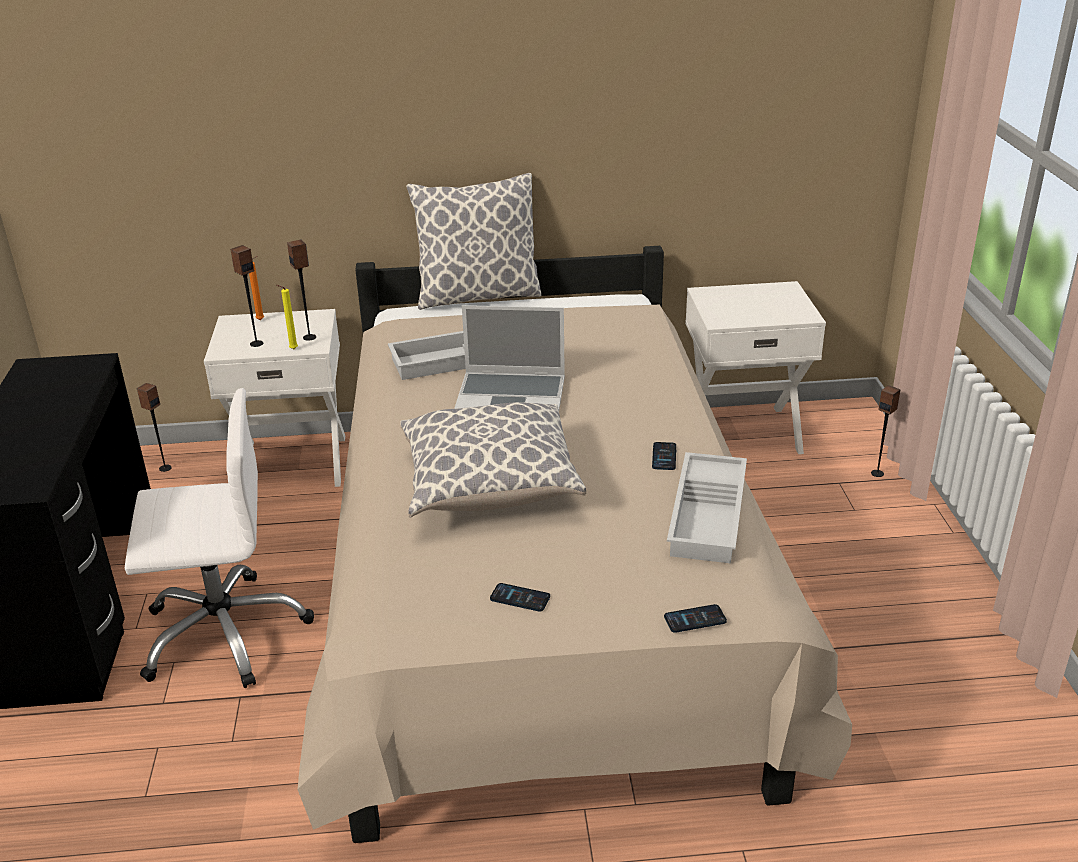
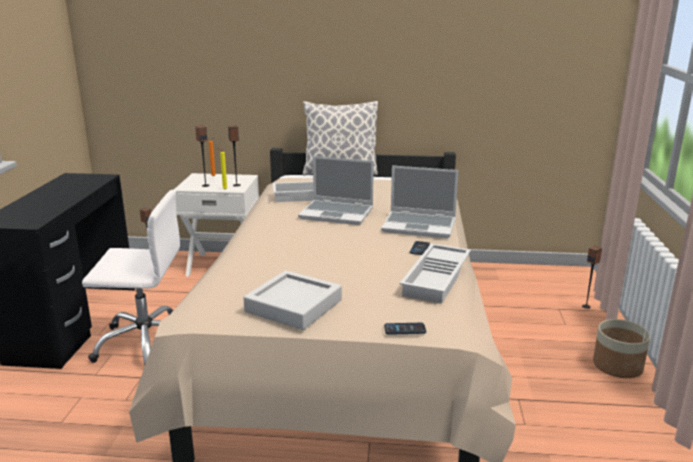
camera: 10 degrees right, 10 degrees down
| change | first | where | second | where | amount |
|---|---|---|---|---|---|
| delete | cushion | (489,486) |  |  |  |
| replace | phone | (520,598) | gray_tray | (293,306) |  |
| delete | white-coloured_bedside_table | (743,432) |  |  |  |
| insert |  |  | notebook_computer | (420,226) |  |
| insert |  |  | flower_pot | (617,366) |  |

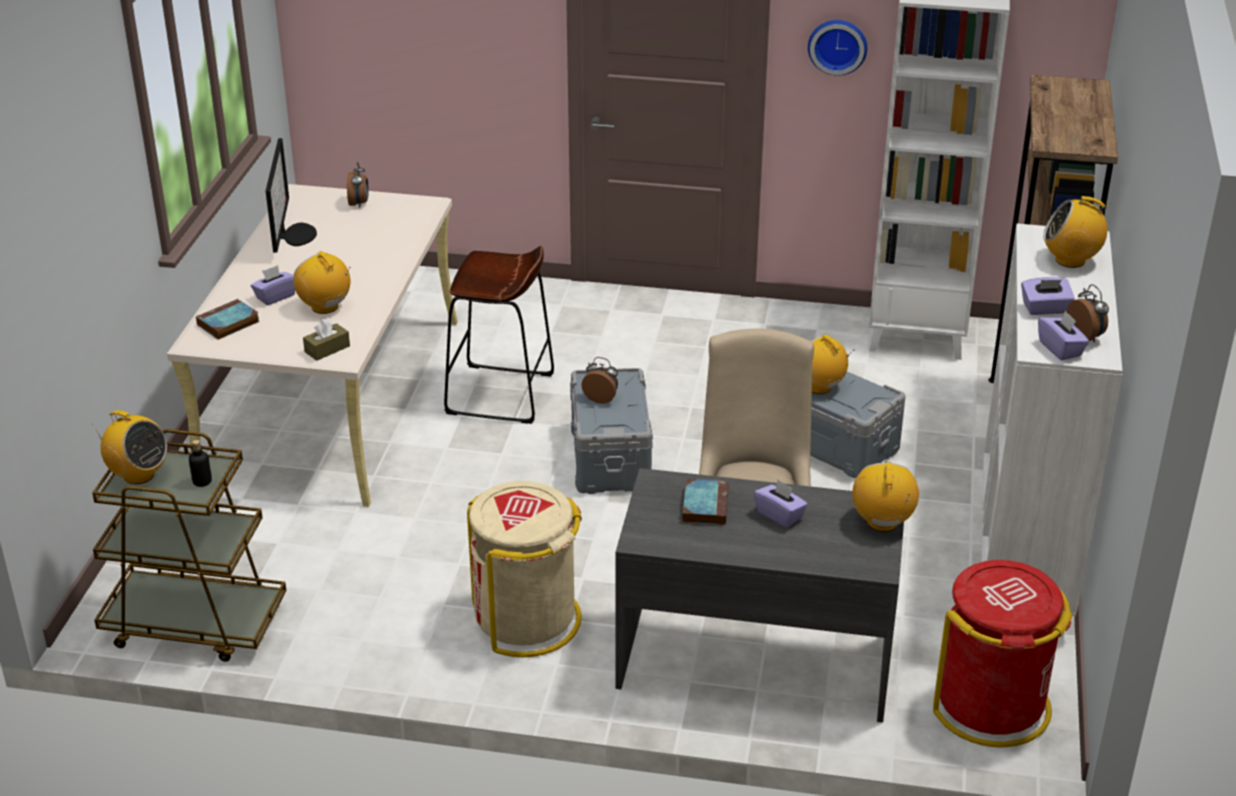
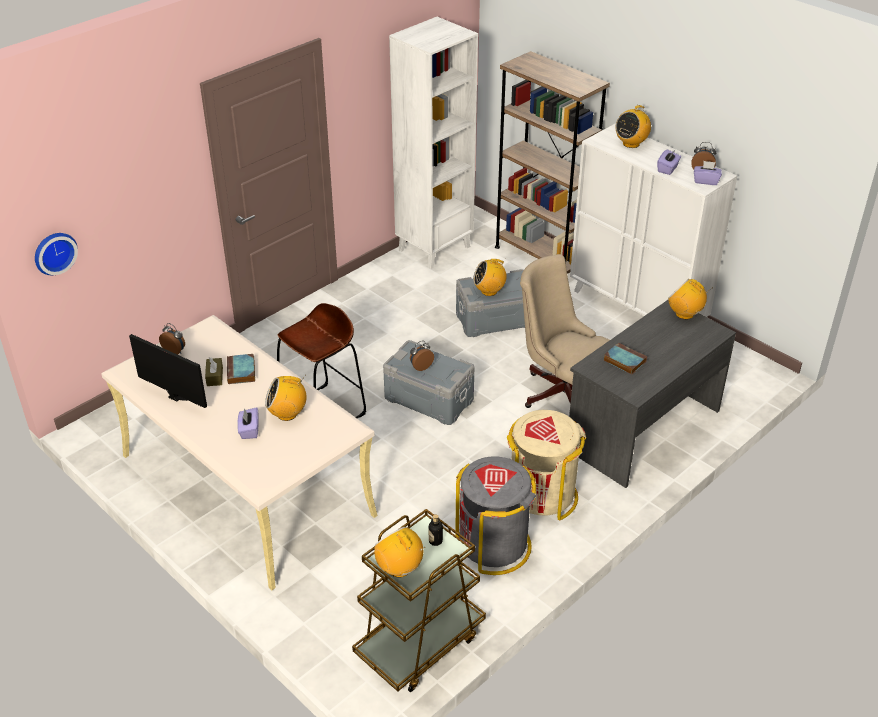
camera: 55 degrees left, 5 degrees up
| change | first | where | second | where | amount |
|---|---|---|---|---|---|
| rotate | radio_set | (138,475) |  | (399,568) | 105 degrees counterclockwise |
| move | bound_book | (227,324) |  | (241,372) |  |
| move | brown-coloured_box_of_tissues | (327,349) |  | (214,376) |  |
| delete | purple-coloured_box_of_tissues | (780,515) |  |  |  |
| move | clock_on_the_wall | (837,45) |  | (54,252) |  |
| delete | red-coloured_rubbish_bin | (992,706) |  |  |  |
| insert |  |  | gray_rubbish_bin | (494,545) |  |

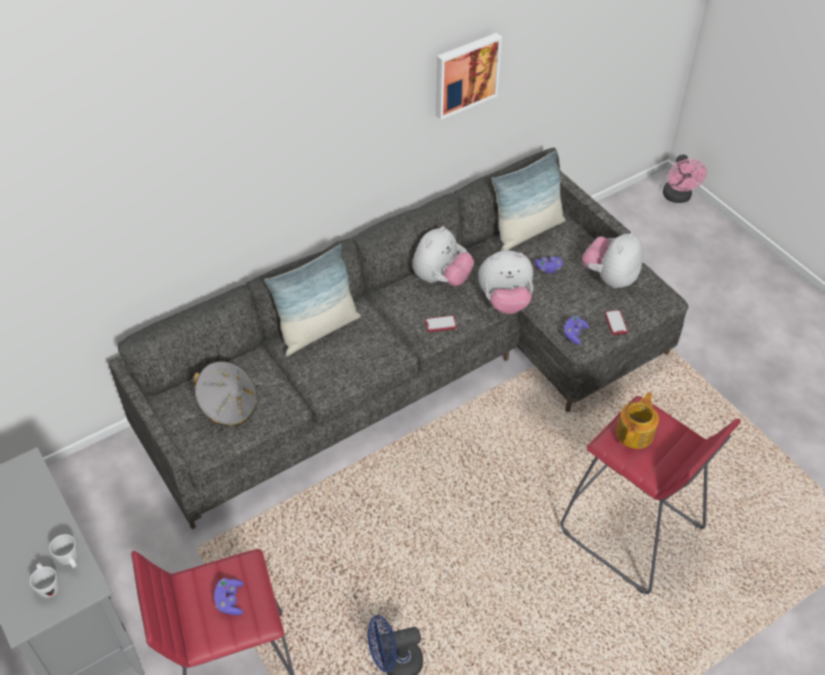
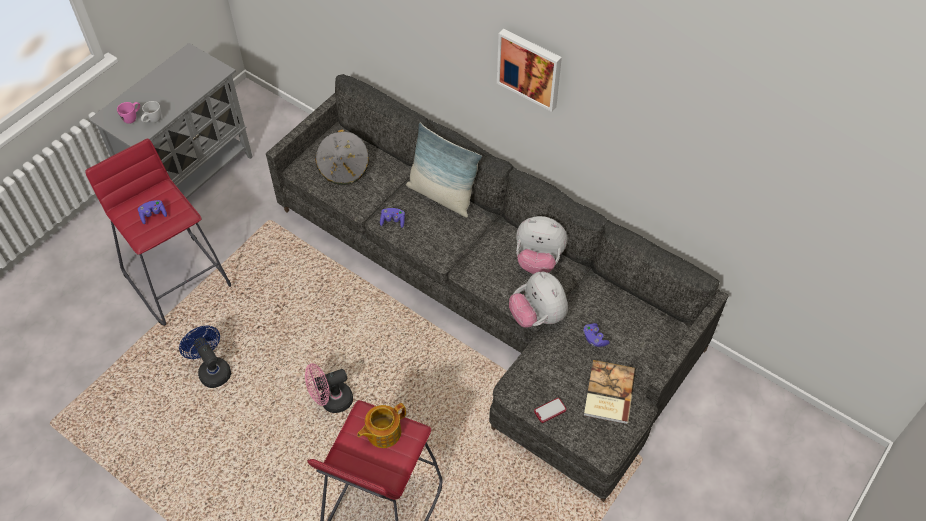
camera: 70 degrees right, 5 degrees up
| change | first | where | second | where | amount |
|---|---|---|---|---|---|
| recolor | white-coloured_tea_mug | (48,586) | pinkish_tea_mug | (132,118) |  |
| delete | phone | (440,324) |  |  |  |
| move | wall_art | (465,74) |  | (530,68) |  |
| delete | cushion | (527,231) |  |  |  |
| move | purple-coloured_gamepad | (574,334) |  | (393,221) |  |
| replace | soft_toy | (610,278) | bound_book | (608,393) |  |
| rotate | pot_for_tea | (635,432) |  | (382,432) | 135 degrees clockwise |
| move | pinkish_fan | (678,197) |  | (331,401) |  |

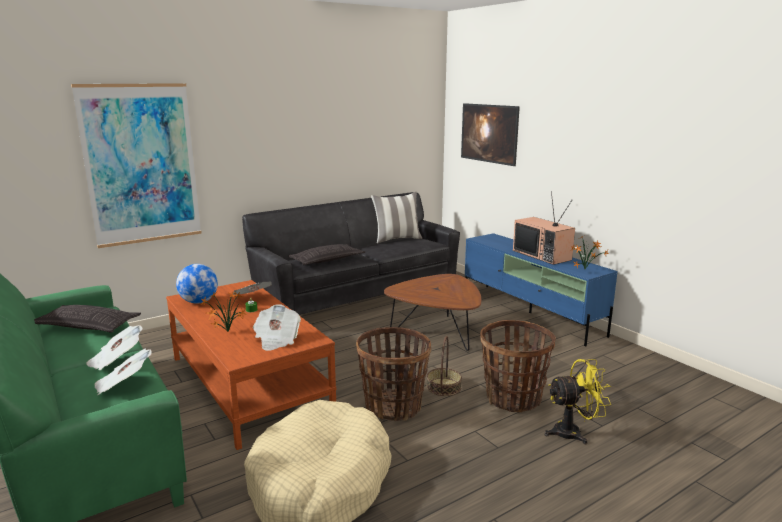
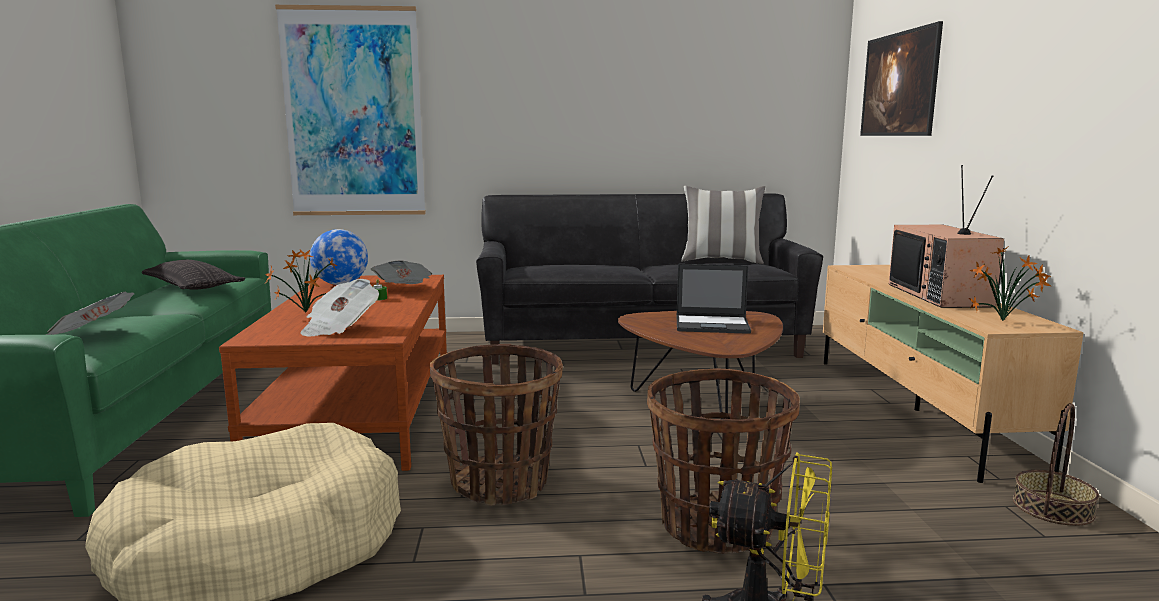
camera: 30 degrees right, 5 degrees down
| change | first | where | second | where | amount |
|---|---|---|---|---|---|
| delete | newspaper | (116,360) |  |  |  |
| delete | cushion | (327,260) |  |  |  |
| move | household_basket | (443,387) |  | (1052,507) |  |
| recolor | bluish_media_console | (530,313) | beige-coloured_media_console | (917,410) |  |
| insert |  |  | notebook_computer | (713,325) |  |

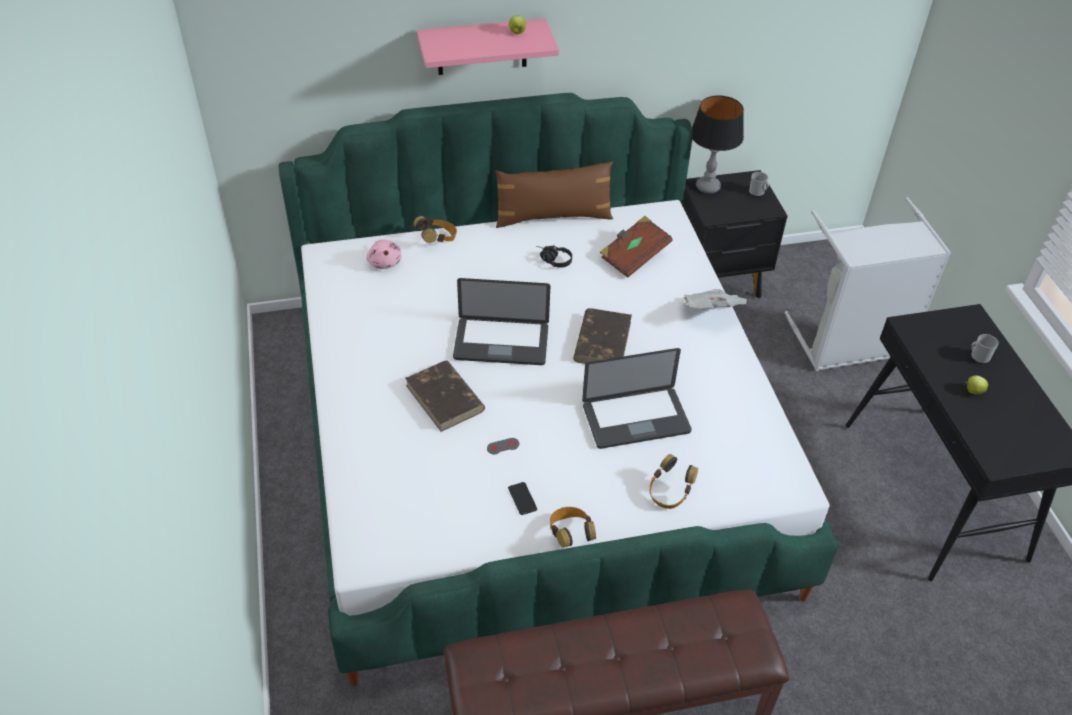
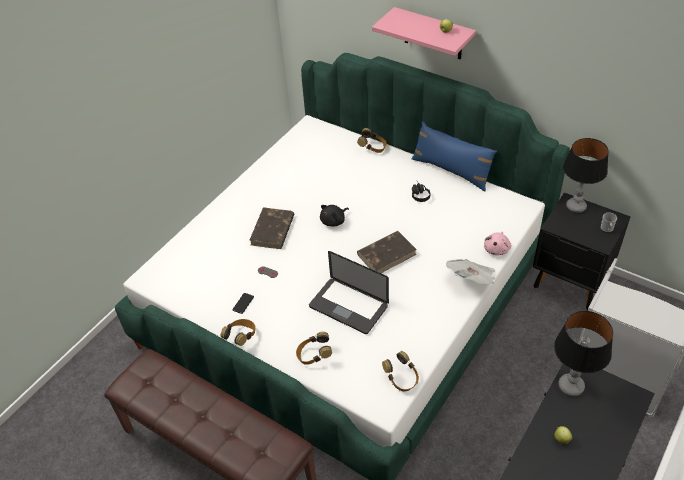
camera: 50 degrees right, 0 degrees up
| change | first | where | second | where | amount |
|---|---|---|---|---|---|
| move | pinkish_soft_toy | (384,262) |  | (497,249) |  |
| replace | notebook_computer | (501,343) | black_soft_toy | (334,221) |  |
| recolor | brown-coloured_cushion | (553,217) | bluish_cushion | (451,171) |  |
| delete | brown-coloured_bound_book | (634,256) |  |  |  |
| delete | tea_mug | (978,357) |  |  |  |
| insert |  |  | headset | (402,379) |  |
| insert |  |  | lamp_for_a_table | (571,386) |  |

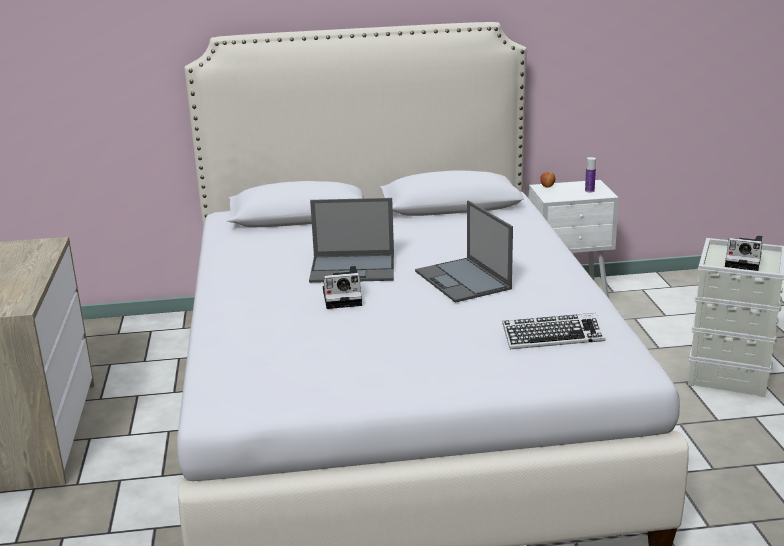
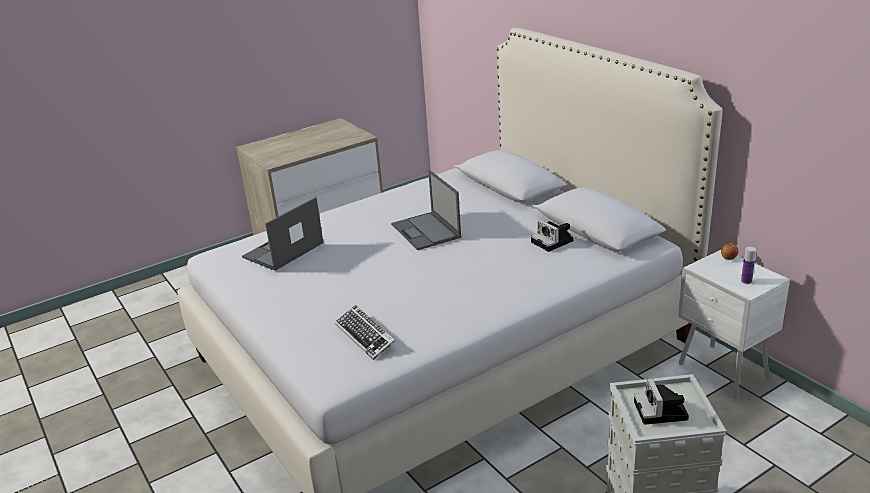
camera: 65 degrees right, 5 degrees up
| change | first | where | second | where | amount |
|---|---|---|---|---|---|
| move | still_camera | (344,297) |  | (553,242) |  |
| move | notebook_computer | (463,280) |  | (283,251) |  |

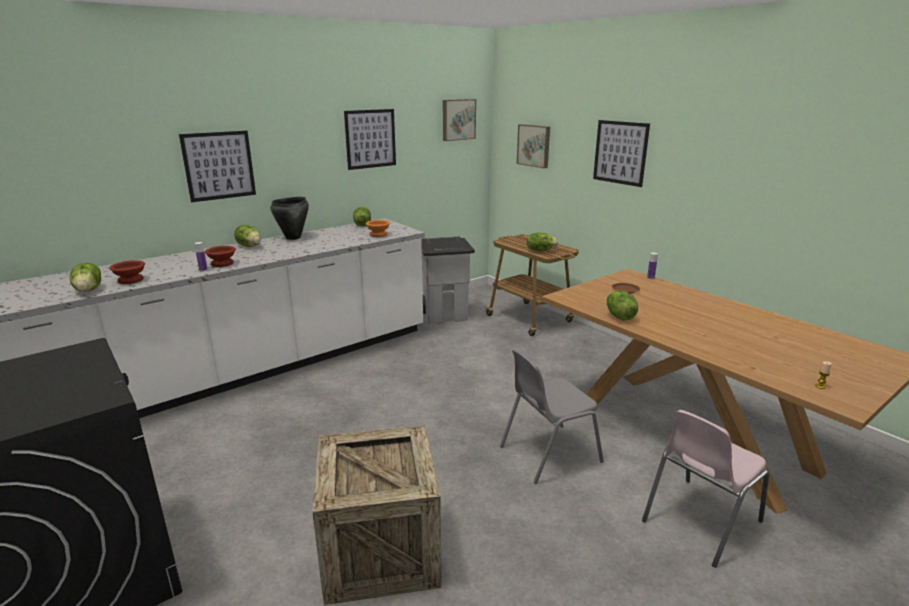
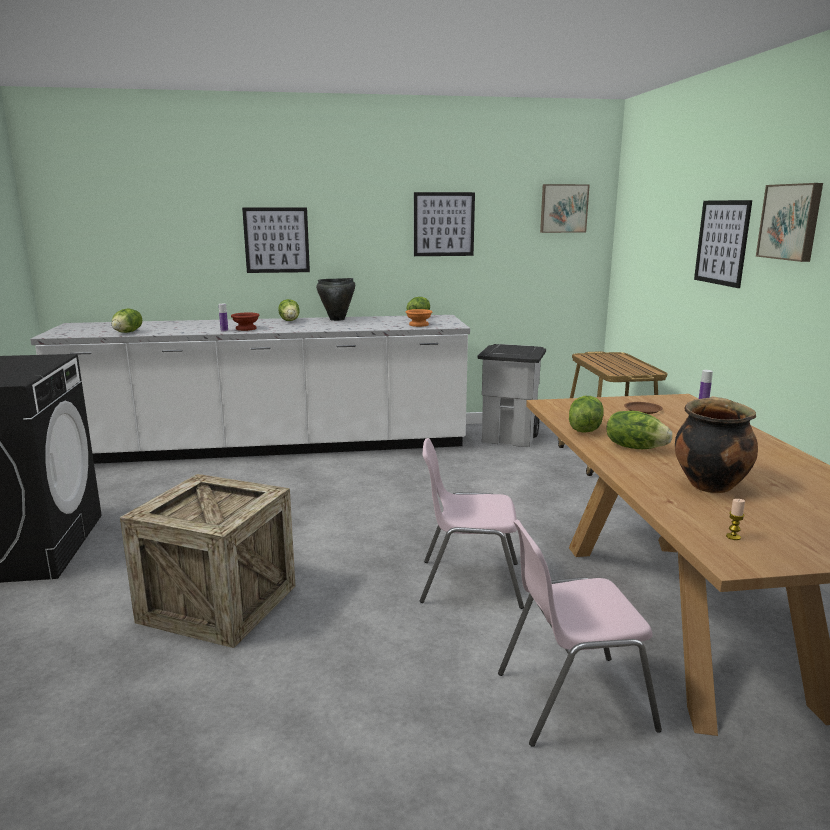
camera: 30 degrees right, 5 degrees down
| change | first | where | second | where | amount |
|---|---|---|---|---|---|
| delete | brown-coloured_serving_bowl | (129,280) |  |  |  |
| recolor | gray_plain_chair | (548,453) | pinkish_plain_chair | (469,582) |  |
| move | wall_art | (534,145) |  | (791,222) |  |
| move | lettuce | (540,250) |  | (635,447) |  |
| insert |  |  | saucepot | (709,484) |  |

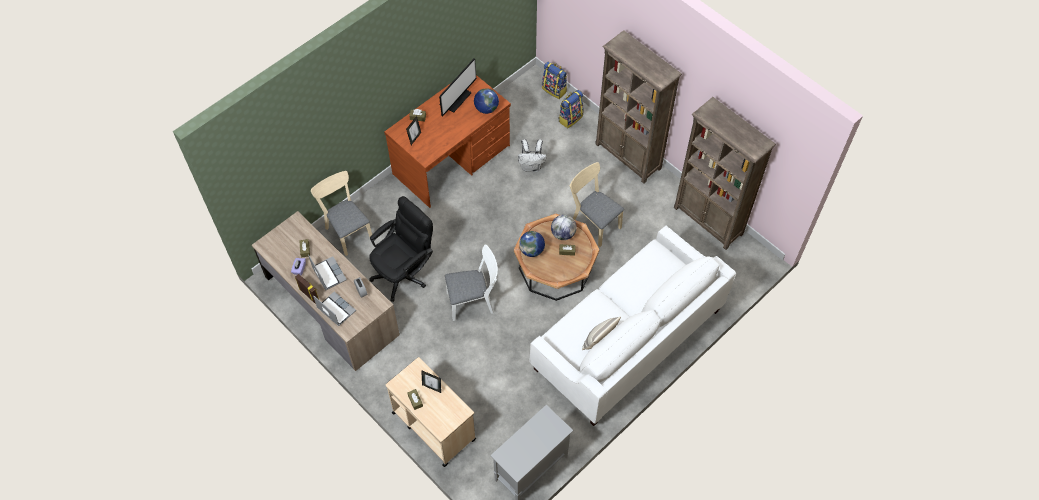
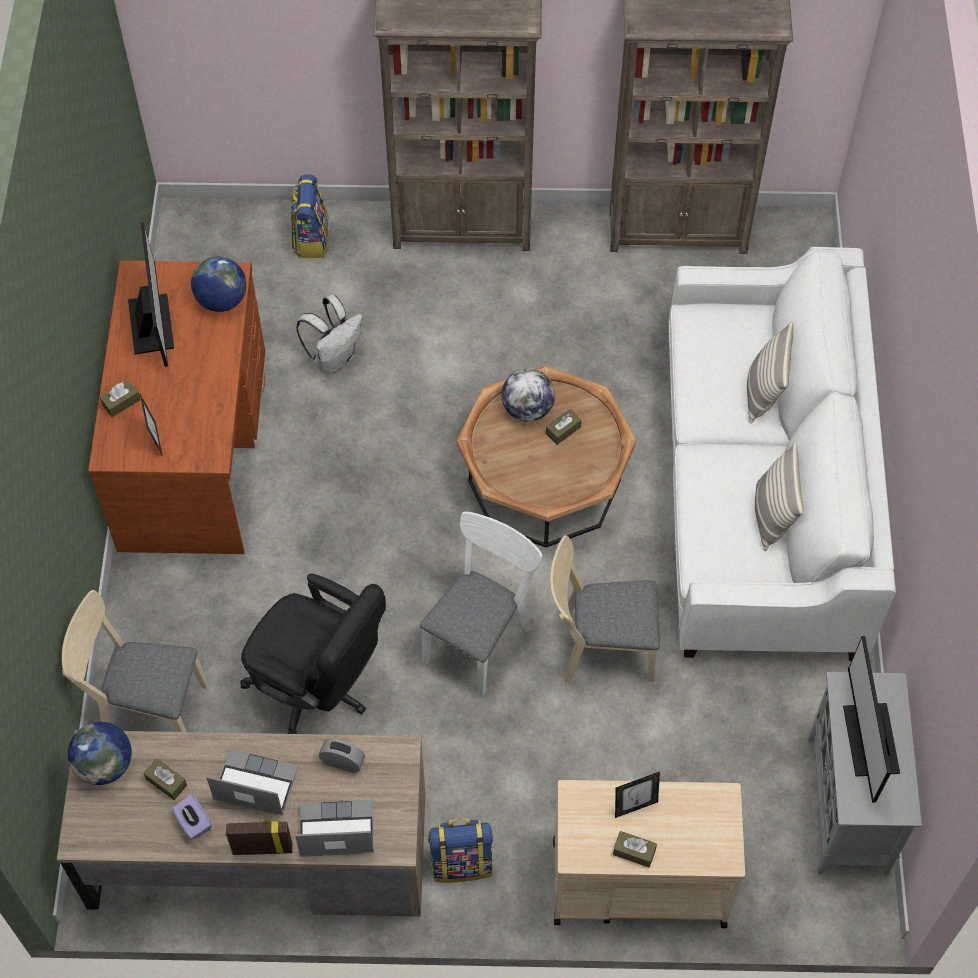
camera: 45 degrees left, 0 degrees up
| change | first | where | second | where | amount |
|---|---|---|---|---|---|
| rotate | black_office_chair | (404,272) |  | (319,689) | 120 degrees clockwise |
| move | globe | (531,250) |  | (105,765) |  |
| move | rucksack | (554,89) |  | (462,862) |  |
| move | beige-coloured_plain_chair | (593,223) |  | (598,648) |  |
| insert |  |  | cushion | (763,393) |  |
| insert |  |  | monitor | (869,740) |  |

